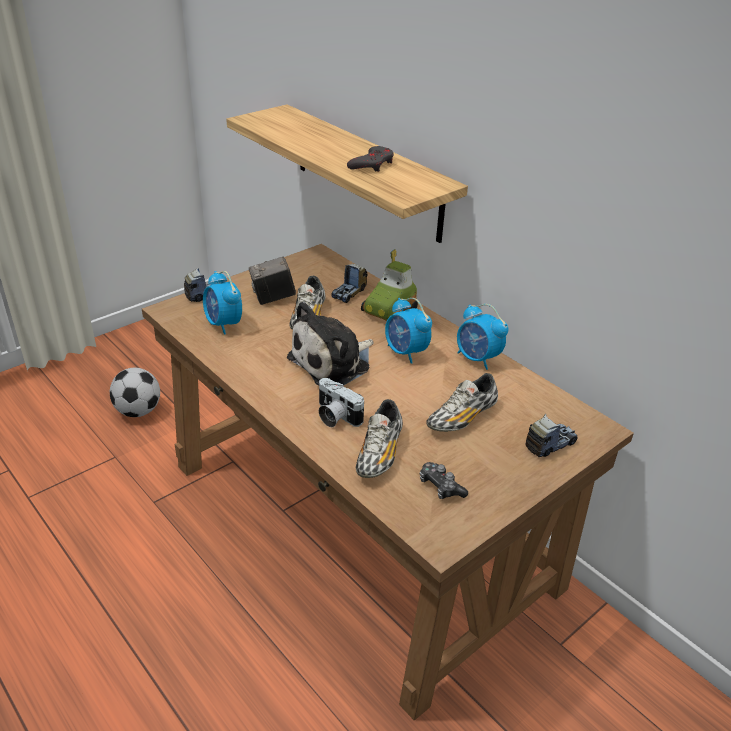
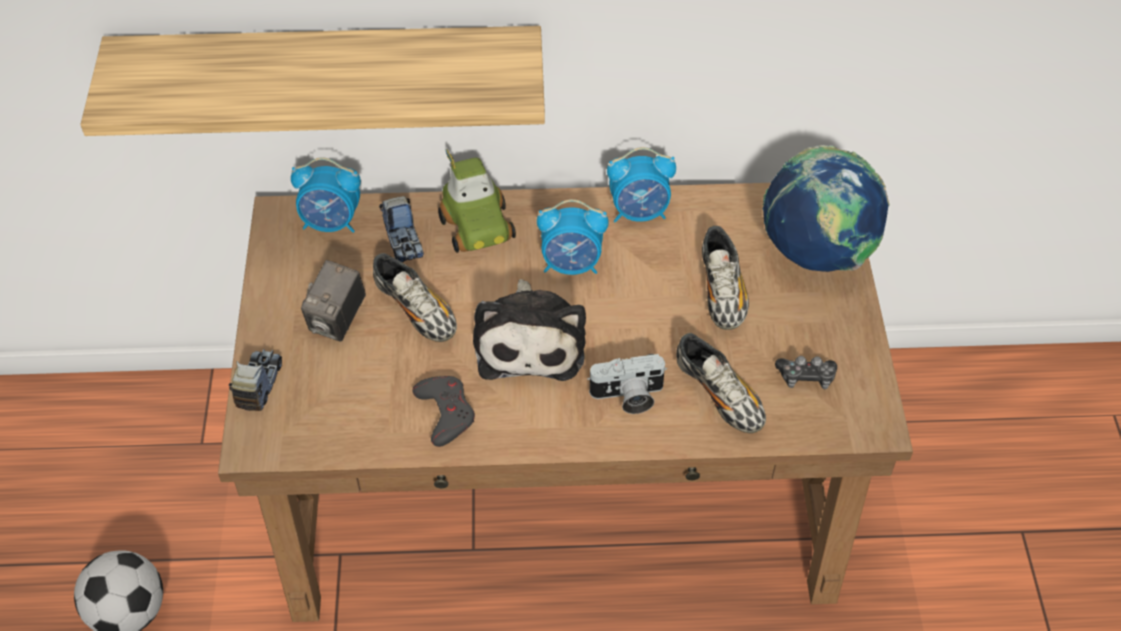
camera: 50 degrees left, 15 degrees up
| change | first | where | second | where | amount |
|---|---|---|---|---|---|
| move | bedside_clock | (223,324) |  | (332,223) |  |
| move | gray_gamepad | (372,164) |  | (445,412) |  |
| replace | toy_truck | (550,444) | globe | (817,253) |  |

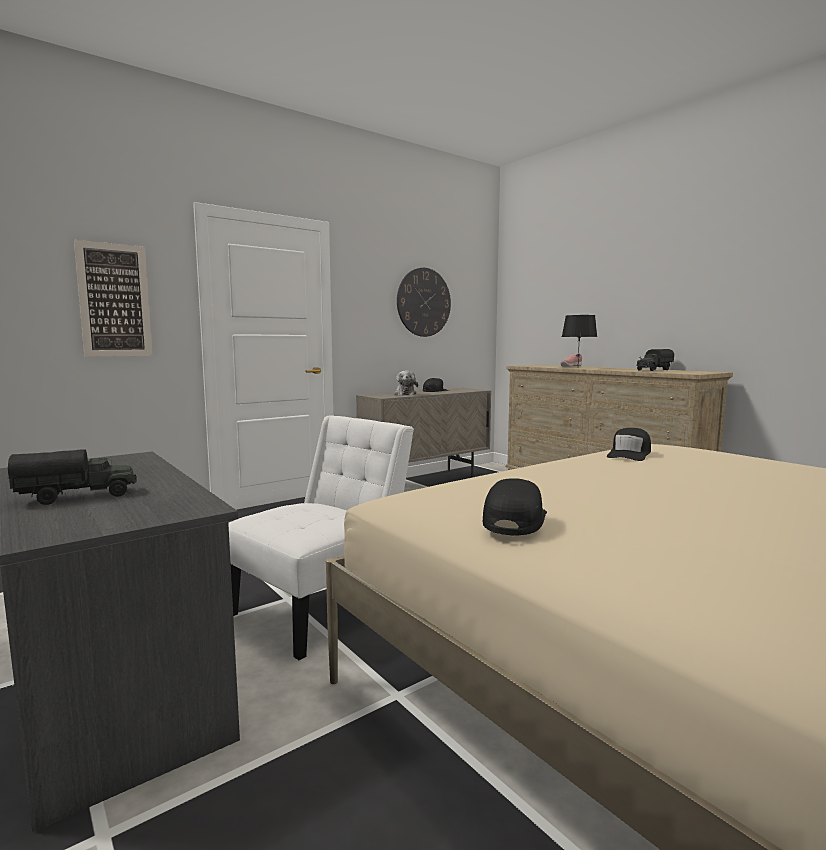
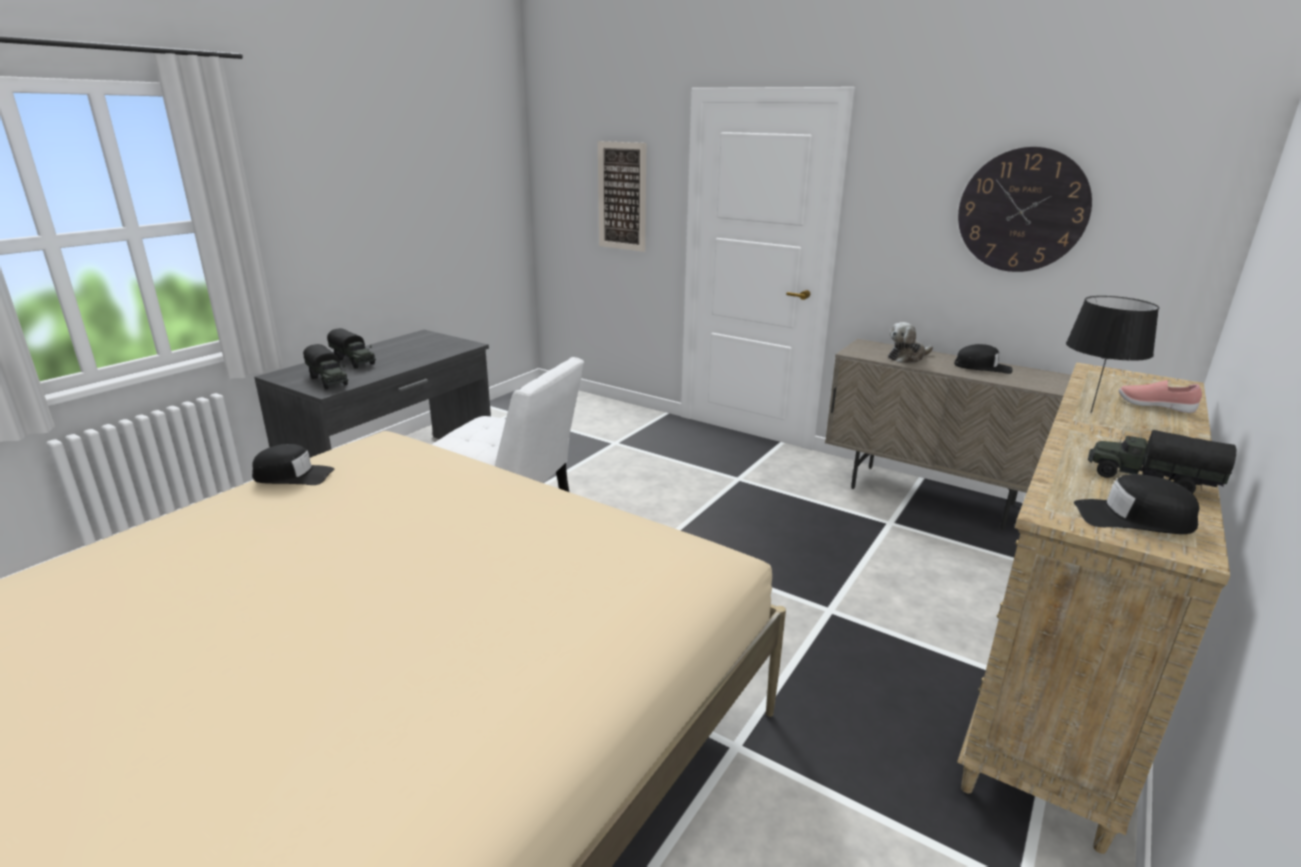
camera: 70 degrees right, 15 degrees up
| change | first | where | second | where | amount |
|---|---|---|---|---|---|
| move | black_peaked_cap | (629,454) |  | (1133,518) |  |
| insert |  |  | toy_truck | (328,380) |  |

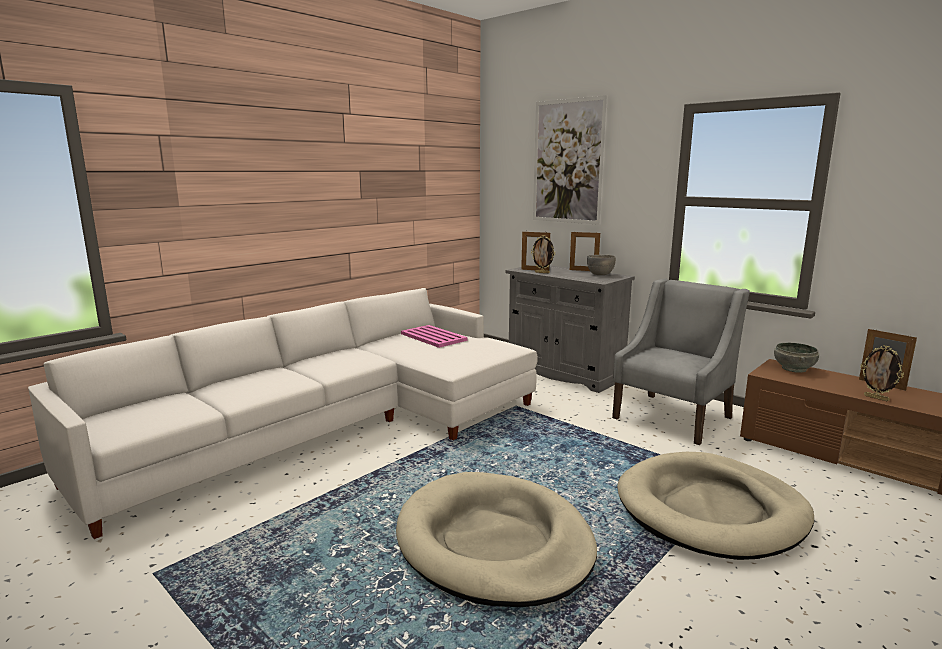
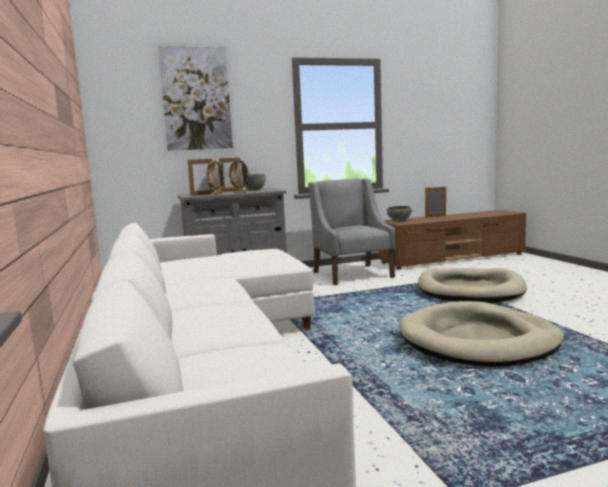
camera: 60 degrees left, 5 degrees down
| change | first | where | second | where | amount |
|---|---|---|---|---|---|
| delete | pinkish_tray | (433,337) |  |  |  |
| move | photo_frame | (876,398) |  | (240,193) |  |

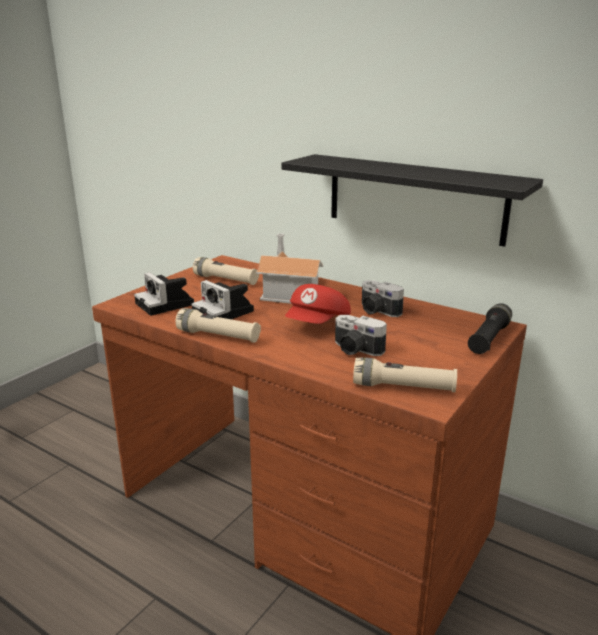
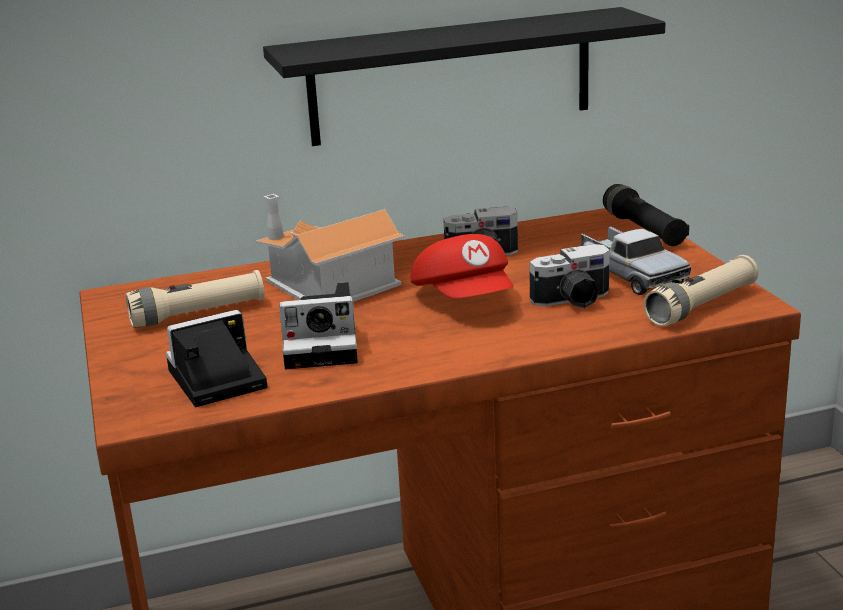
camera: 50 degrees left, 0 degrees up
| change | first | where | second | where | amount |
|---|---|---|---|---|---|
| rotate | still_camera | (166,304) |  | (213,381) | 150 degrees clockwise |
| delete | beige-coloured_flashlight | (218,336) |  |  |  |
| insert |  |  | toy_truck | (631,274) |  |

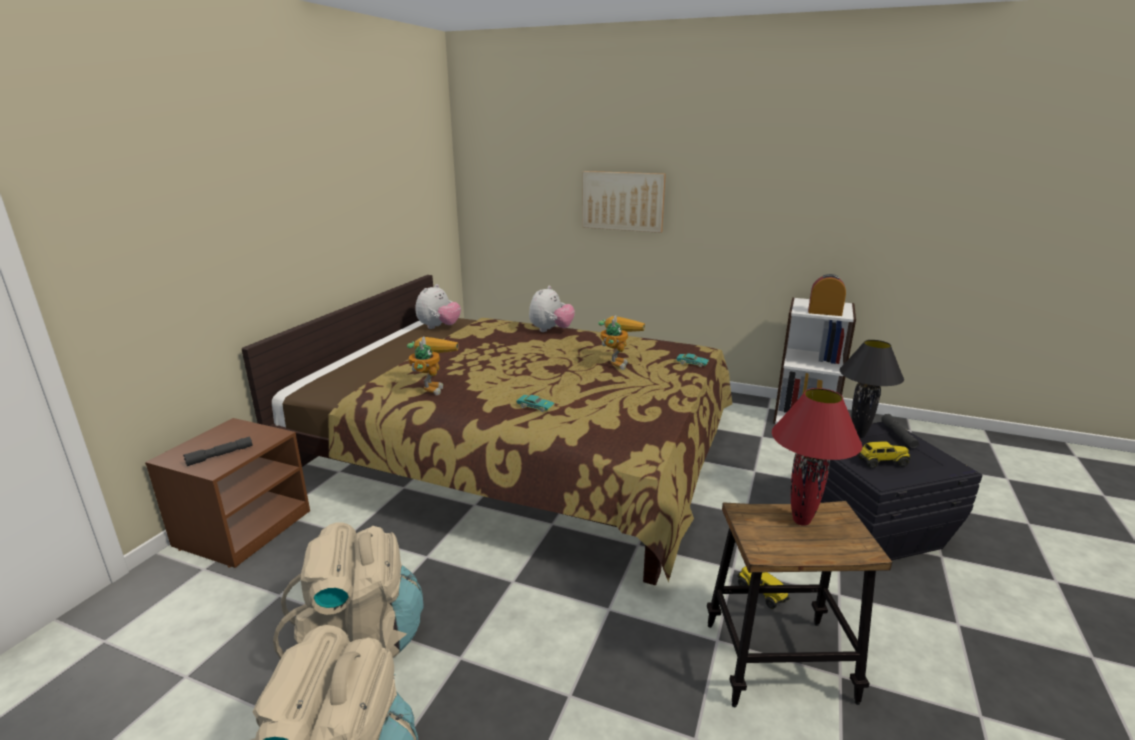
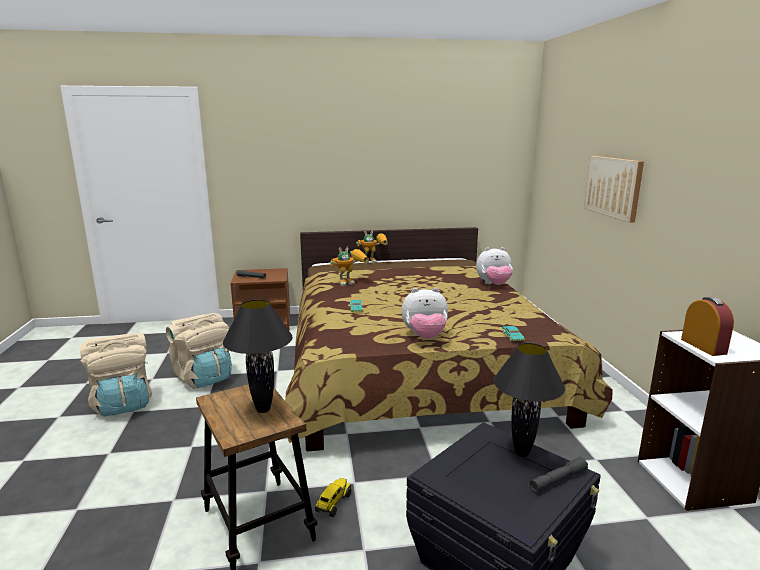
camera: 60 degrees right, 5 degrees down
| change | first | where | second | where | amount |
|---|---|---|---|---|---|
| move | soft_toy | (439,327) |  | (425,337) |  |
| move | toy_robot | (616,362) |  | (374,261) |  |
| recolor | red-coloured_lamp_for_a_table | (802,521) | black_lamp_for_a_table | (263,410) |  |
| delete | toy_truck | (881,462) |  |  |  |

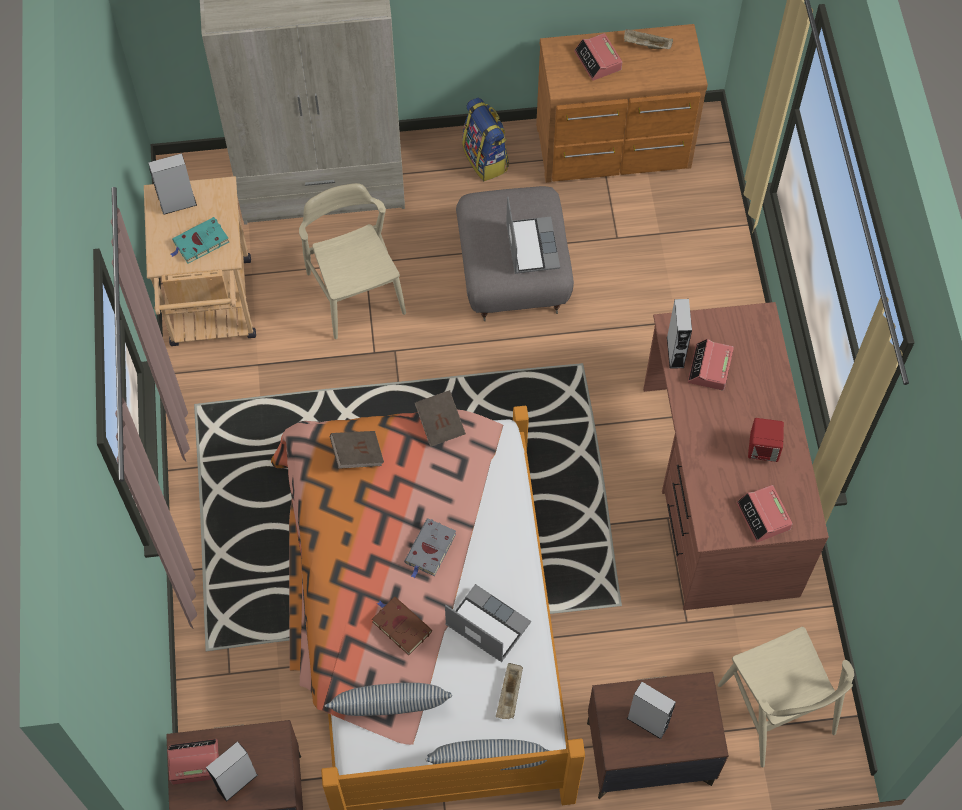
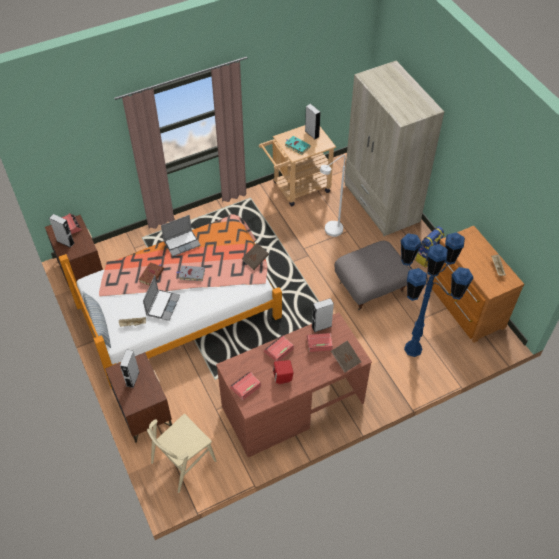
camera: 70 degrees right, 10 degrees down
| change | first | where | second | where | amount |
|---|---|---|---|---|---|
| replace | beige-coloured_plain_chair | (356,293) | white-coloured_standing_lamp | (330,233) |  |
| delete | cushion | (390,707) |  |  |  |
| move | brown-coloured_bound_book | (357,454) |  | (345,360) |  |
| move | notebook_computer | (531,246) |  | (182,243) |  |
| move | bedside_clock | (598,61) |  | (278,350) |  |
| insert |  |  | bluish_standing_lamp | (413,349) |  |

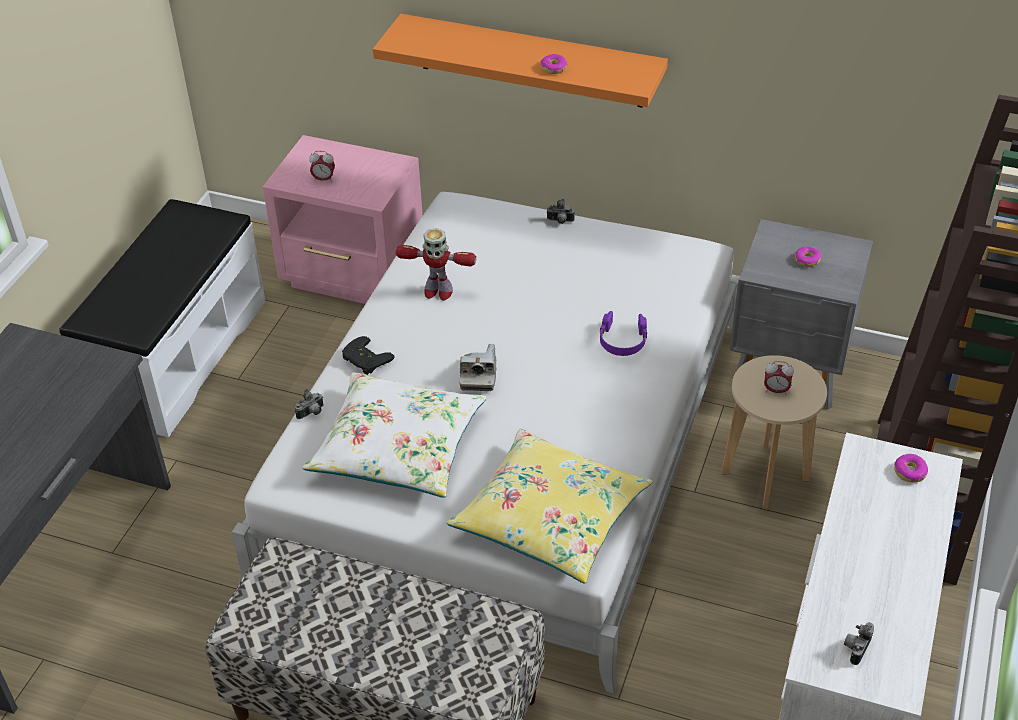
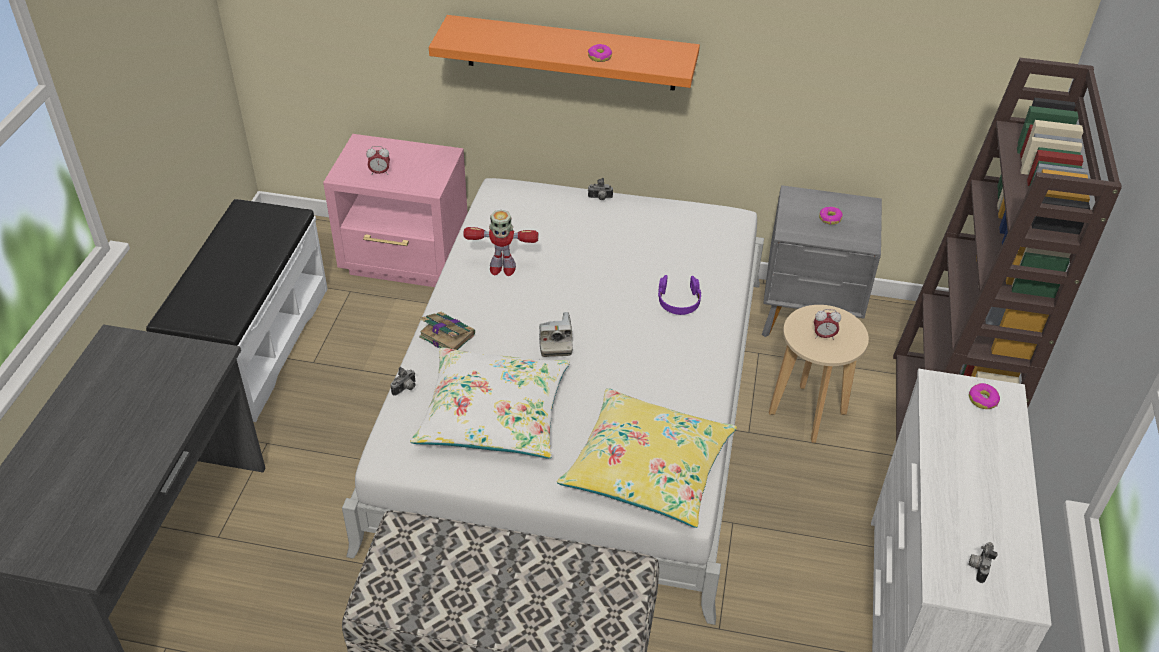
camera: 10 degrees left, 0 degrees up
| change | first | where | second | where | amount |
|---|---|---|---|---|---|
| replace | black_gamepad | (364,359) | bound_book | (446,335) |  |

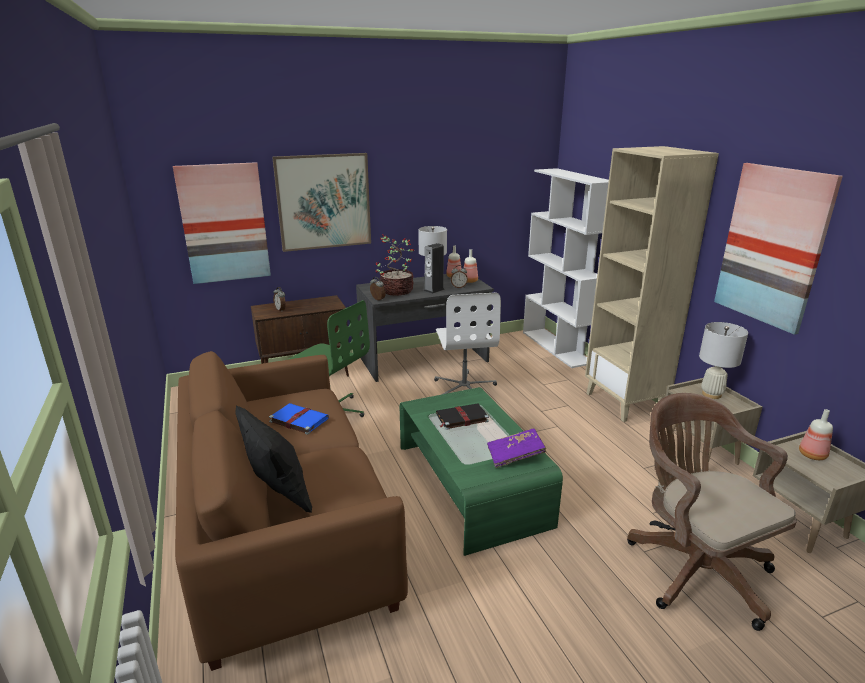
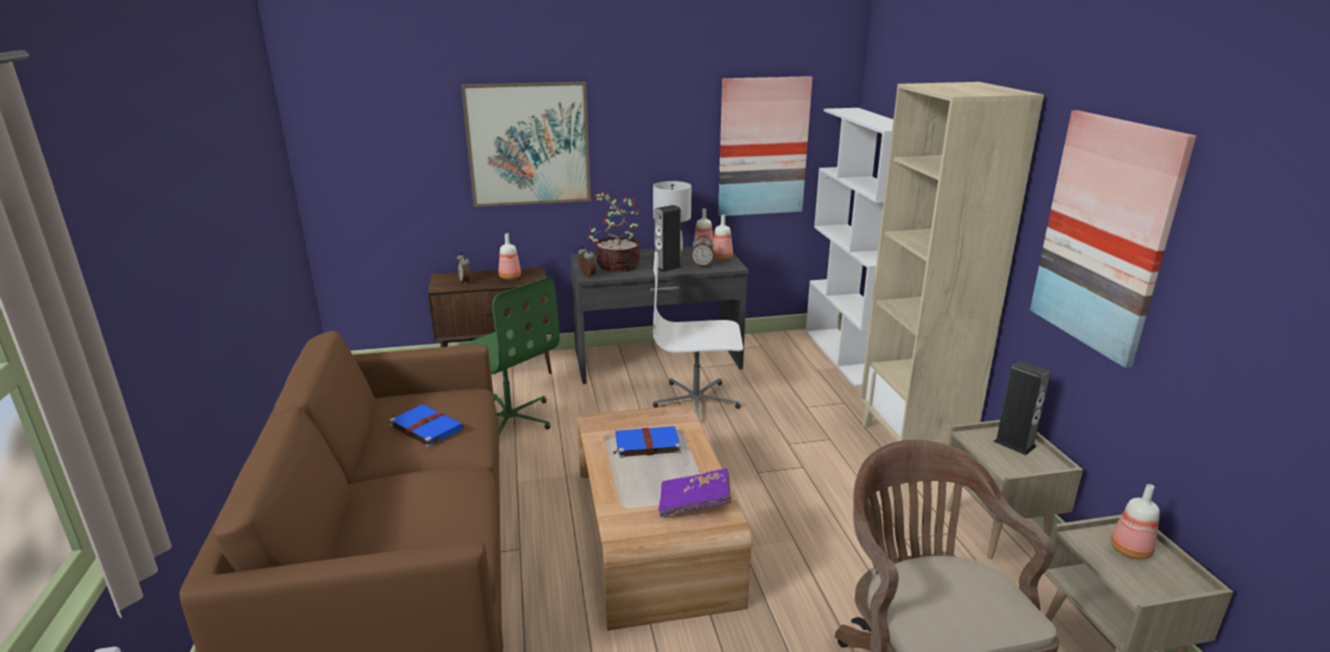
camera: 10 degrees right, 0 degrees up
| change | first | where | second | where | amount |
|---|---|---|---|---|---|
| move | wall_art | (224,223) |  | (763,147) |  |
| delete | black_cushion | (278,494) |  |  |  |
| recolor | greenish_lounge_table | (471,484) | brown-coloured_lounge_table | (654,534) |  |
| rotate | white-coloured_office_chair | (464,387) |  | (696,401) | 90 degrees clockwise |
| recolor | black_bound_book | (461,418) | bluish_bound_book | (646,444) |  |
| replace | white-coloured_lamp_for_a_table | (711,394) | loudspeaker | (1014,444) |  |
| insert |  |  | bottle | (509,277) |  |

